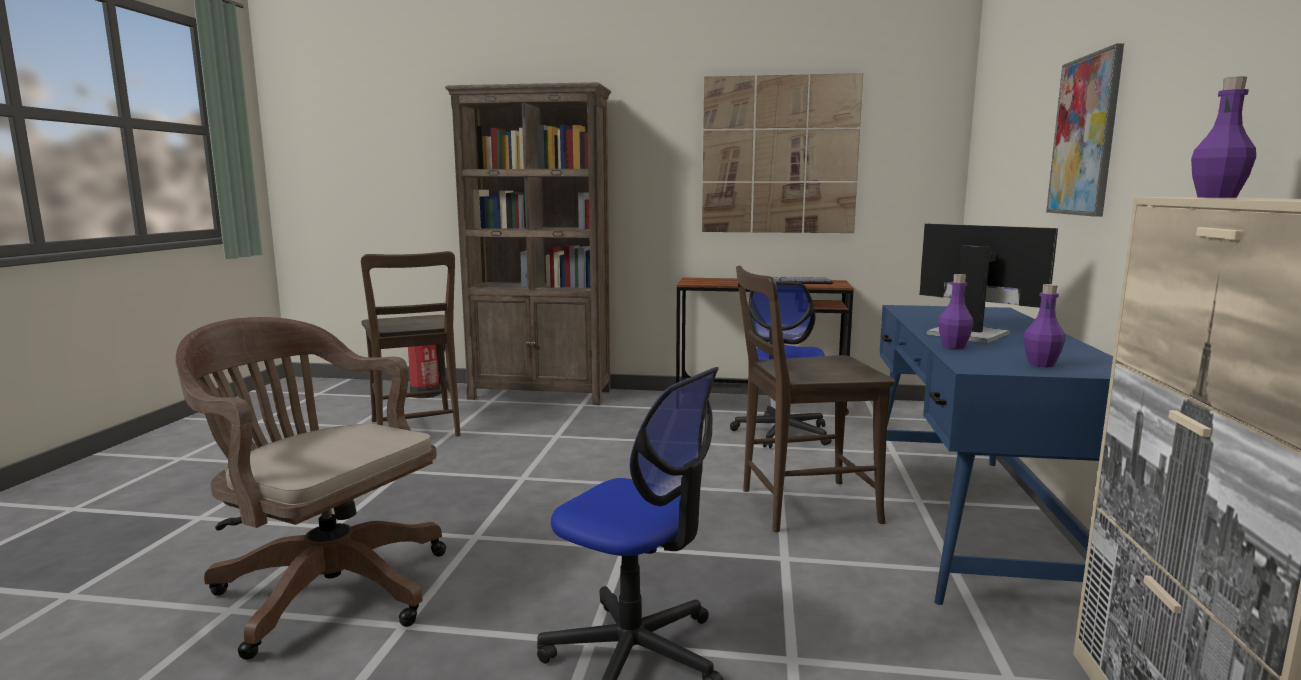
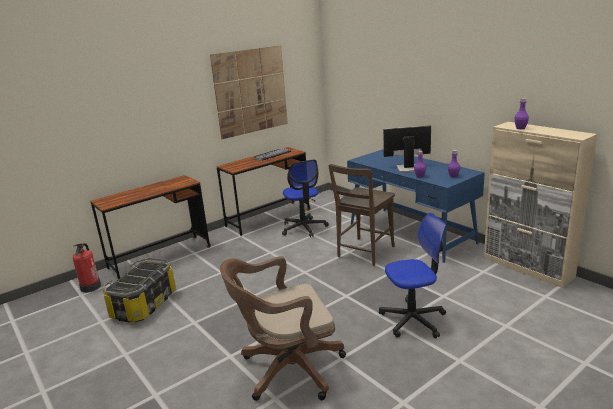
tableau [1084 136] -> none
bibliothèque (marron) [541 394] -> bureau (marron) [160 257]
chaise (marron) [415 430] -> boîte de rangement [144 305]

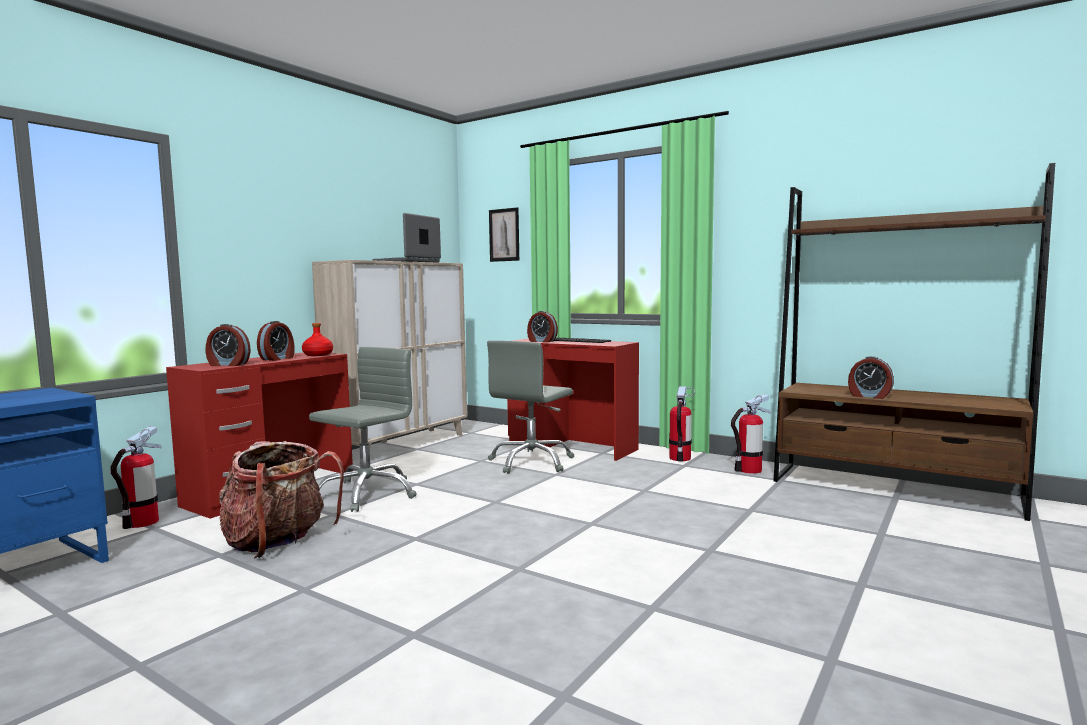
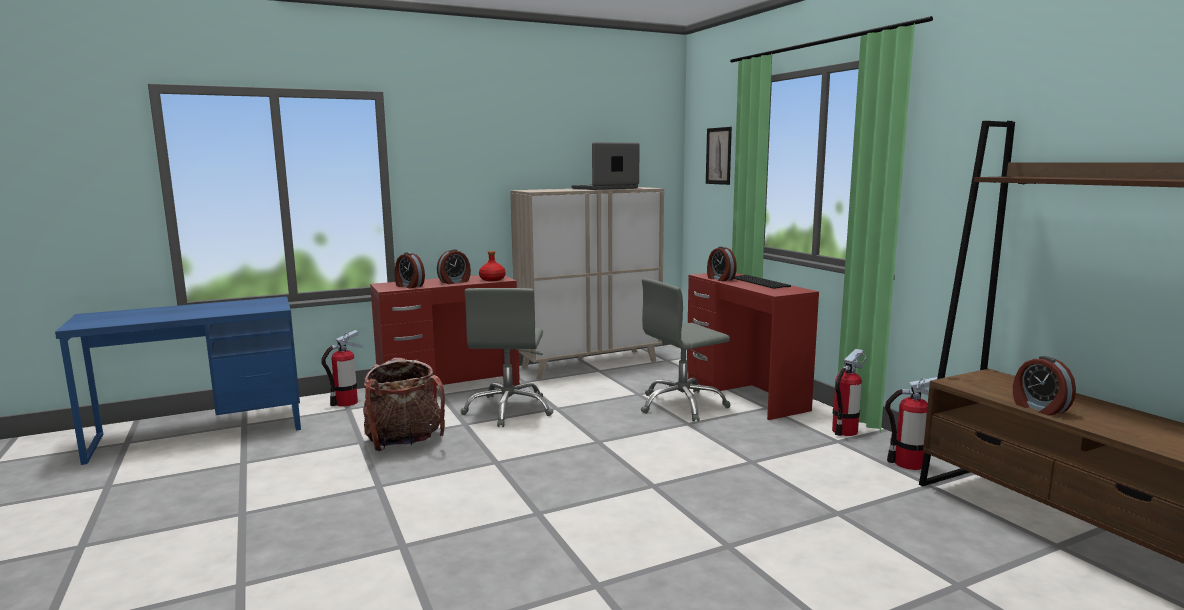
chaise de bureau (gris) [366 493] -> chaise de bureau (gris) [509 410], 120 degrees clockwise

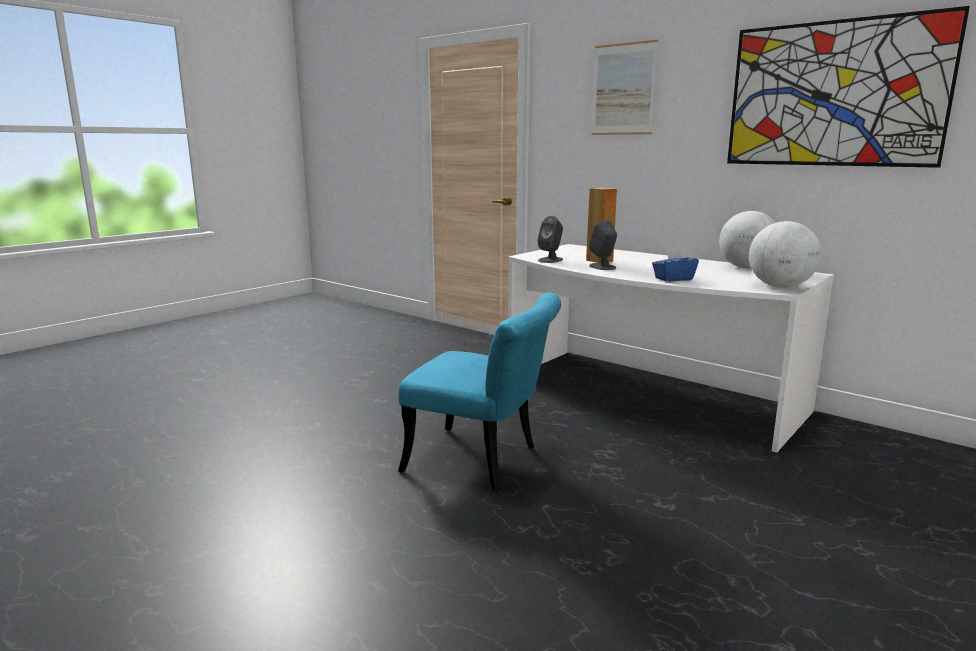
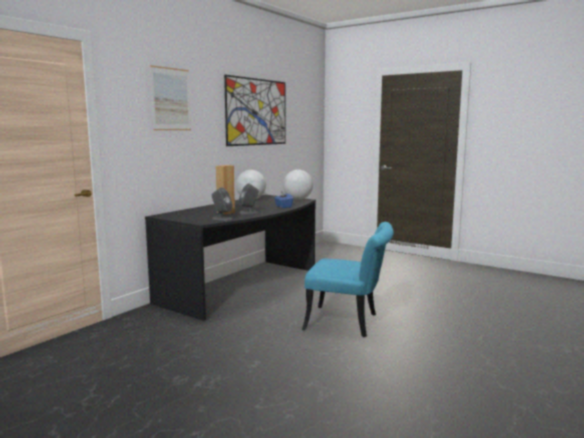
bureau (blanc) [645 395] -> bureau (noir) [245 286]
chaise (turquoise) [484 461] -> chaise (turquoise) [349 323], 90 degrees clockwise

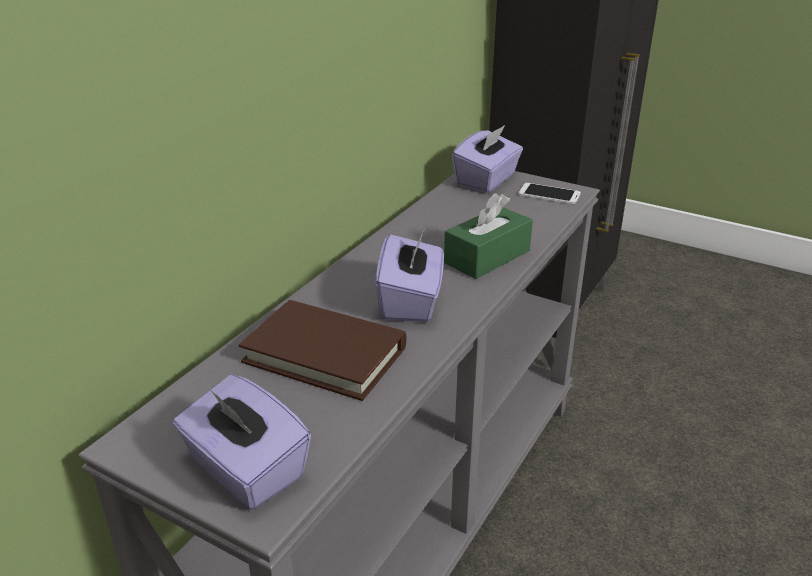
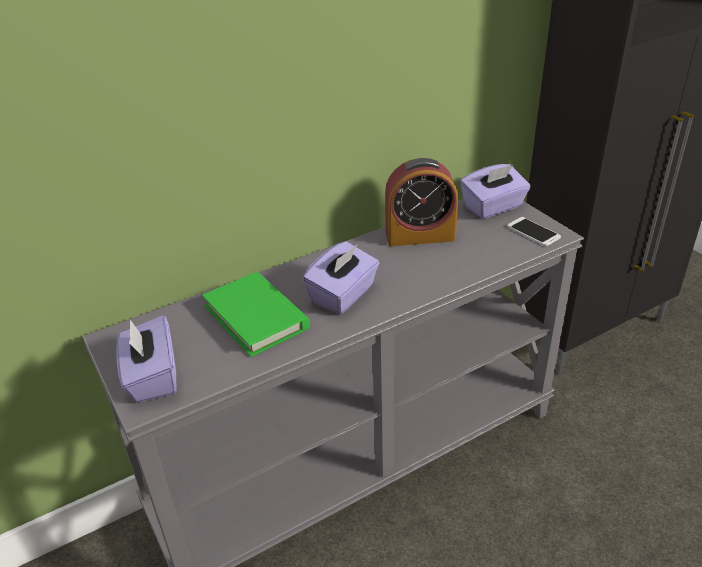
boîte à mouchoirs (vert) [487 257] -> none
livre (marron) [325 354] -> livre (vert) [256 317]
none -> réveil [420 236]

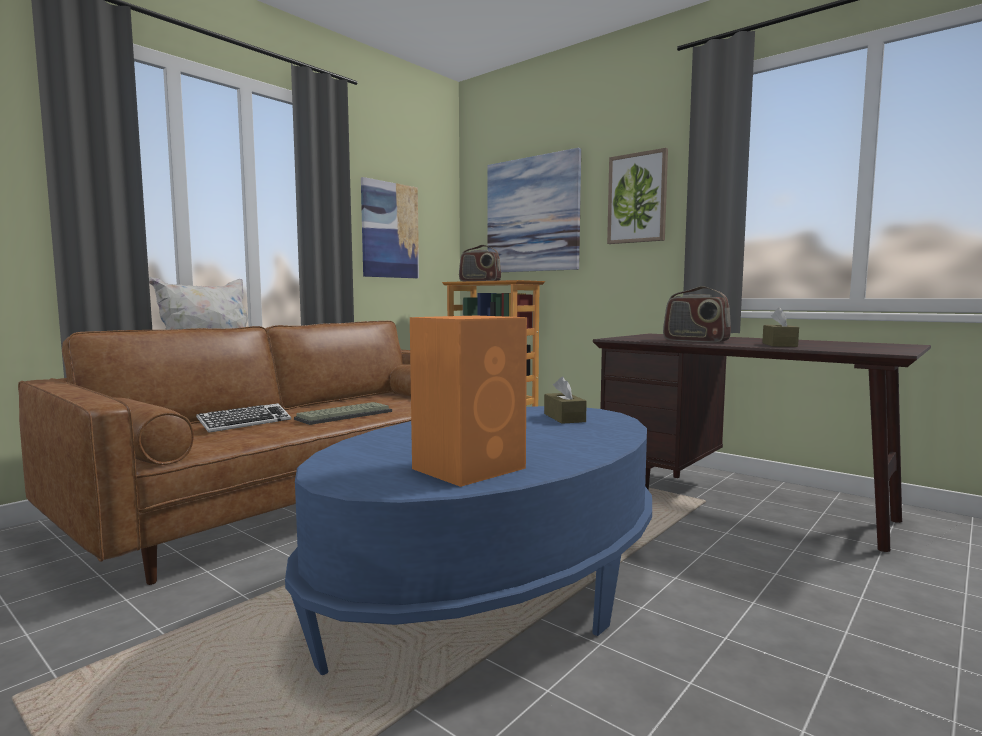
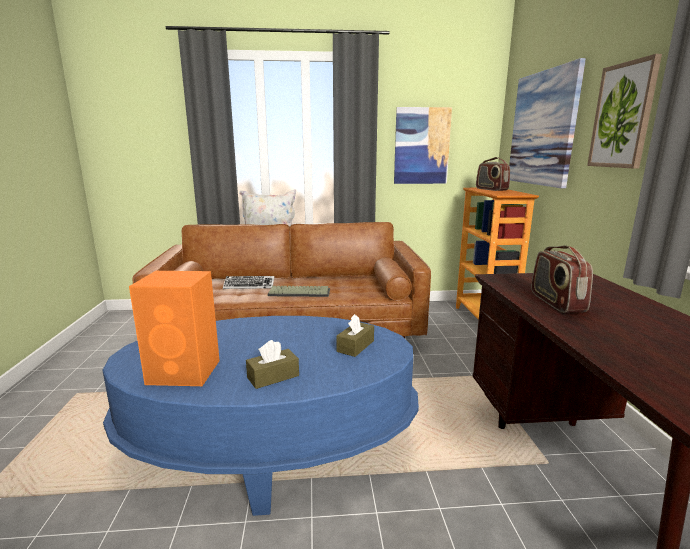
boîte à mouchoirs (marron) [779 345] -> boîte à mouchoirs (marron) [273 377], shifted

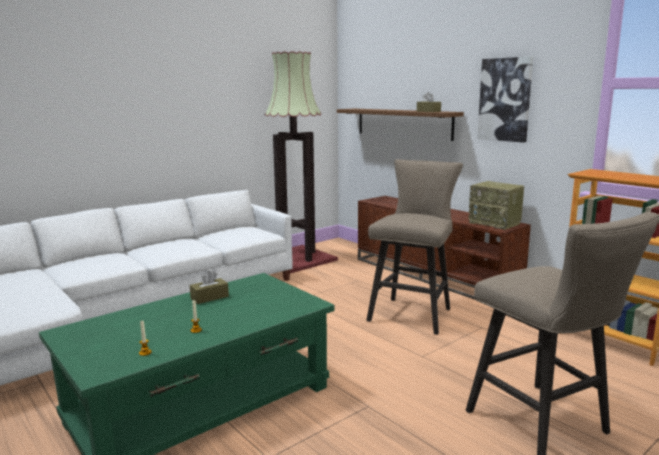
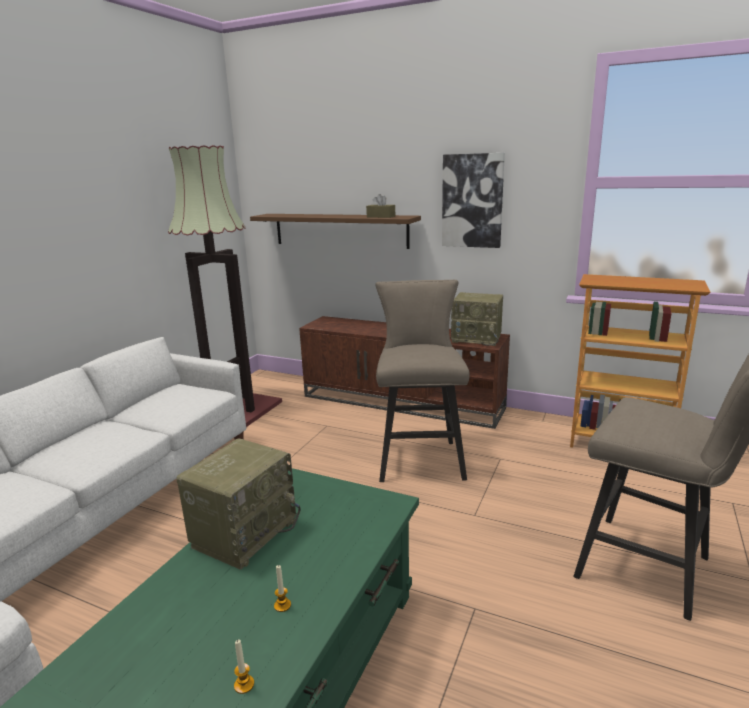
boîte à mouchoirs (marron) [209 297] -> radio [244 532]

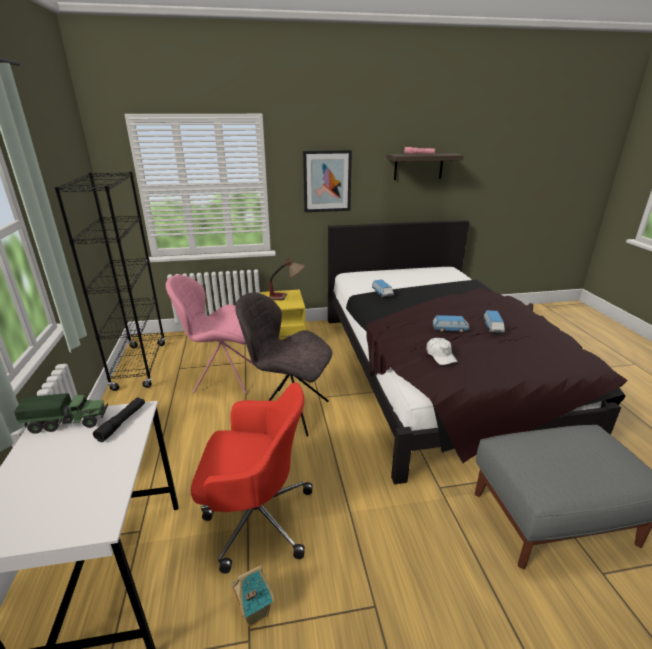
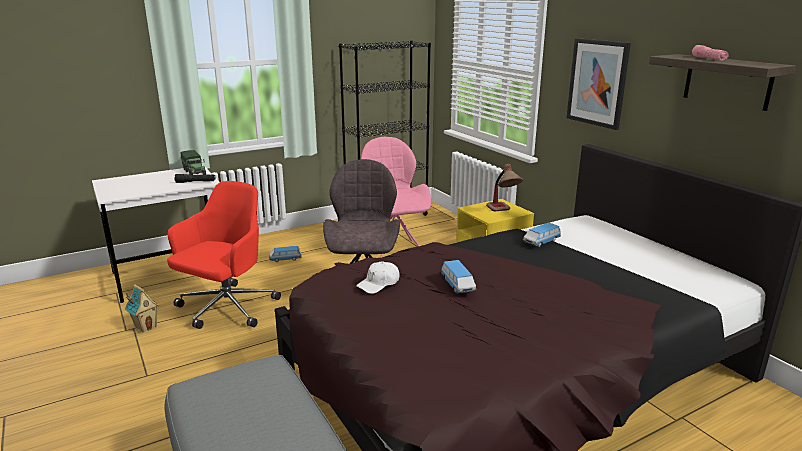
petite voiture [493 328] -> petite voiture [285 259], shifted
chaise de bureau (rouge) [255 517] -> chaise de bureau (rouge) [226 308], 135 degrees counterclockwise

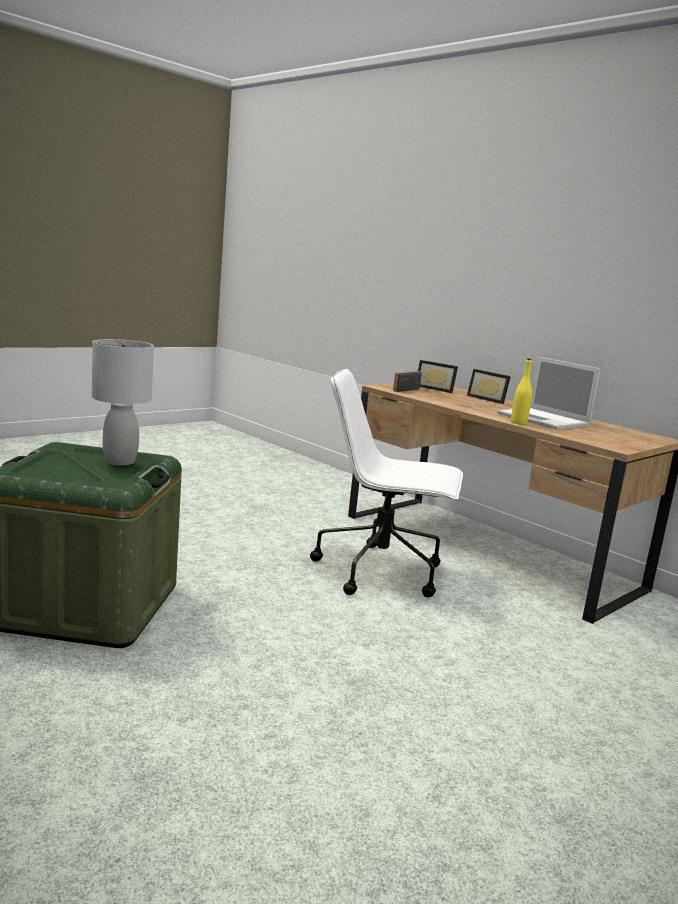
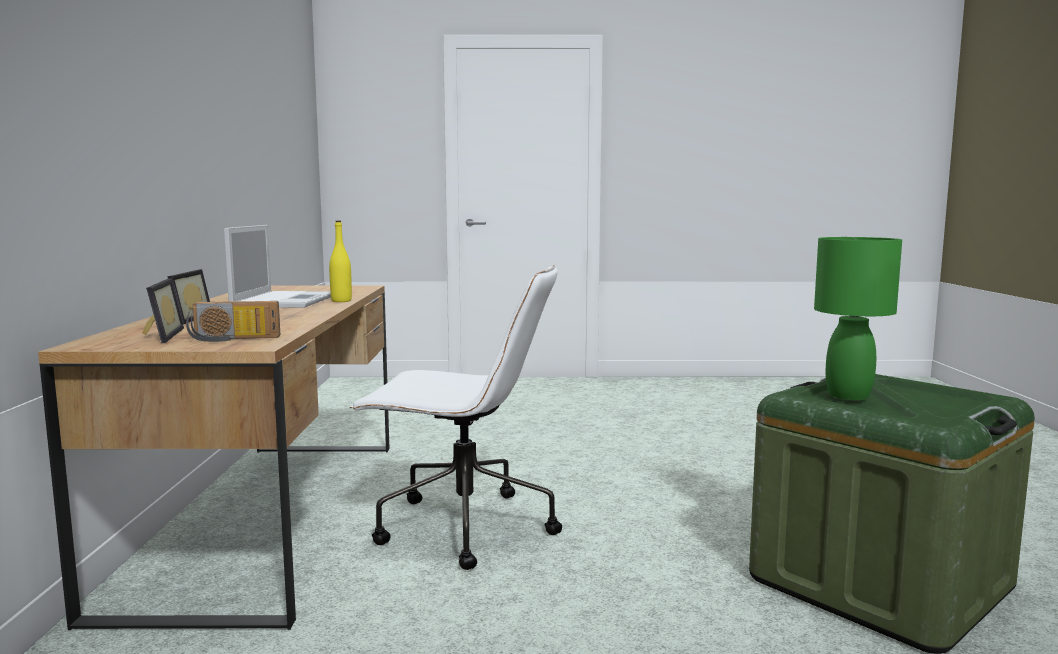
lampe de table (gris) [119 461] -> lampe de table (vert) [849 395]
chaise de bureau (blanc) [381 572] -> chaise de bureau (blanc) [462 528], 45 degrees counterclockwise

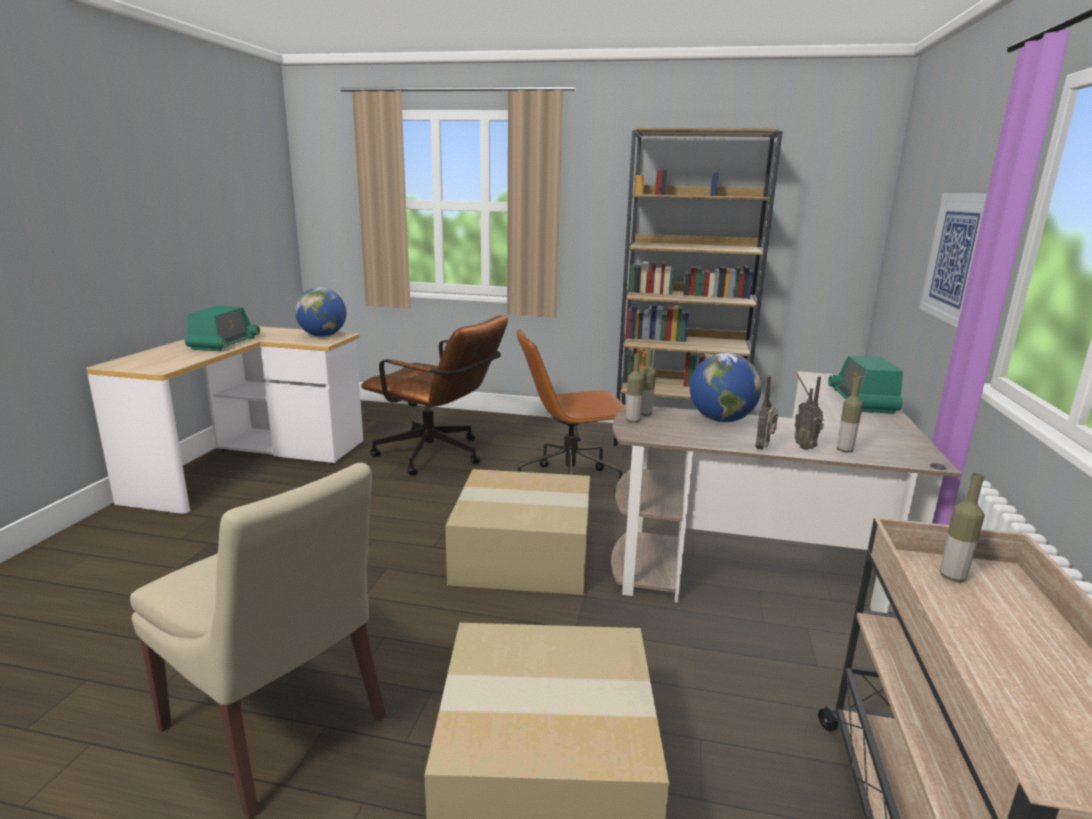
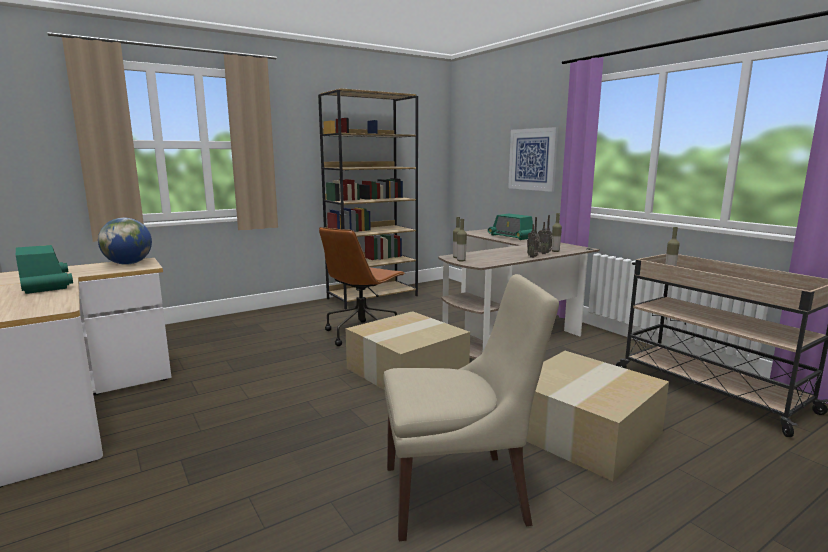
chaise de bureau (marron) [438 456] -> none
globe [721 420] -> none

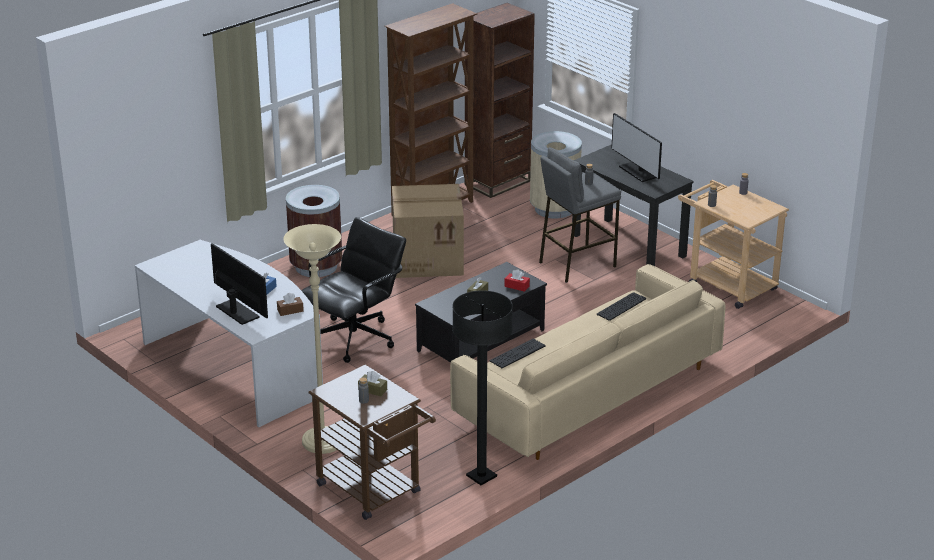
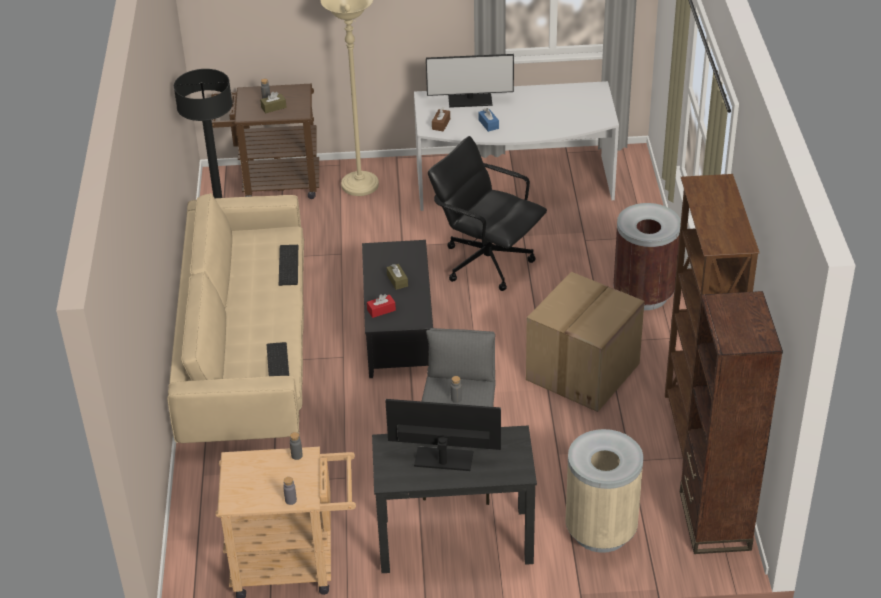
chaise de bureau (noir) [354 339] -> chaise de bureau (noir) [487 262], 135 degrees clockwise

